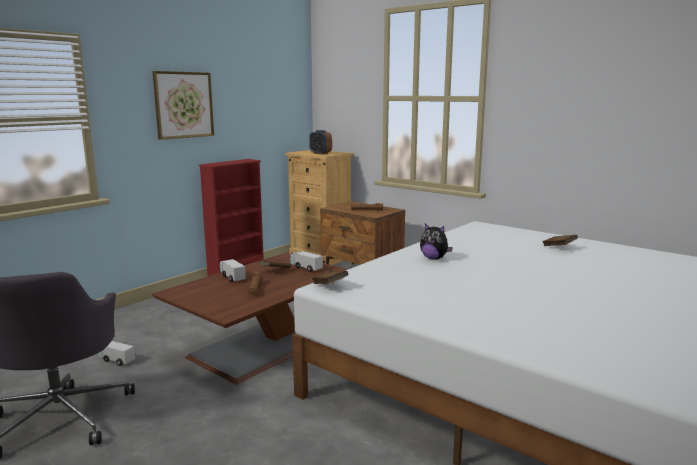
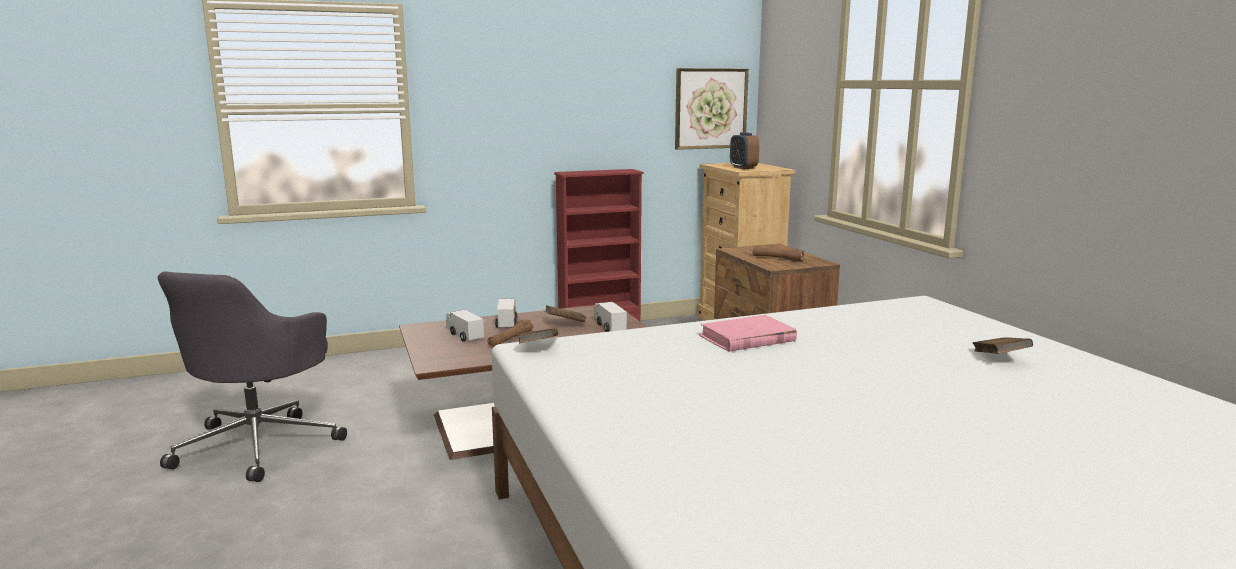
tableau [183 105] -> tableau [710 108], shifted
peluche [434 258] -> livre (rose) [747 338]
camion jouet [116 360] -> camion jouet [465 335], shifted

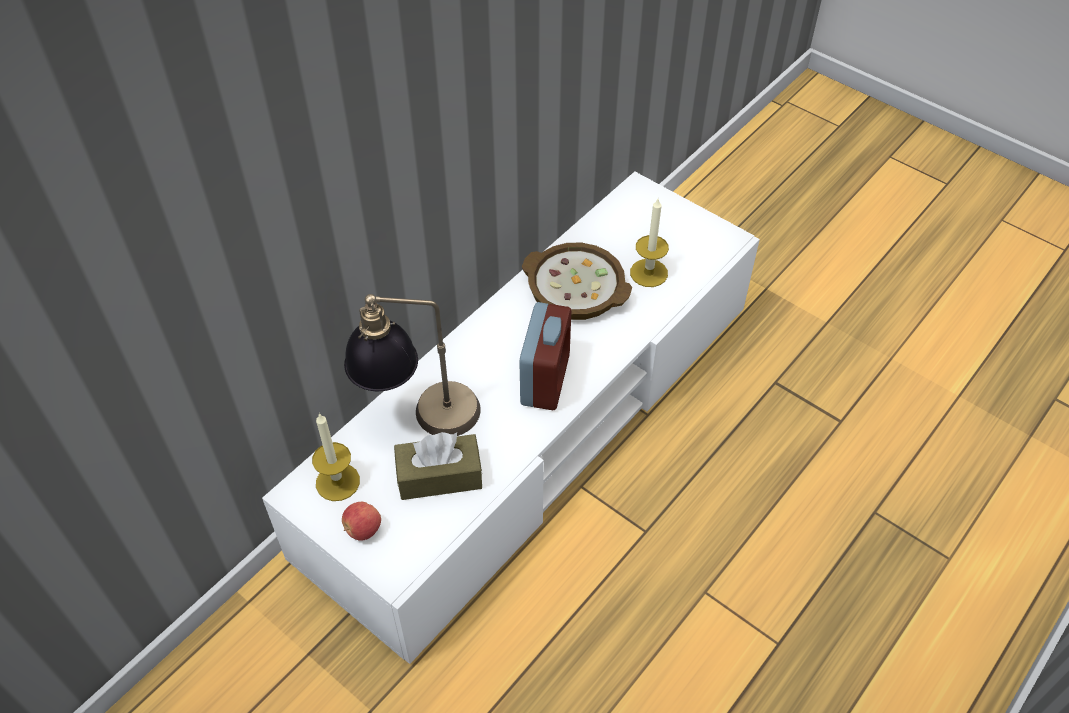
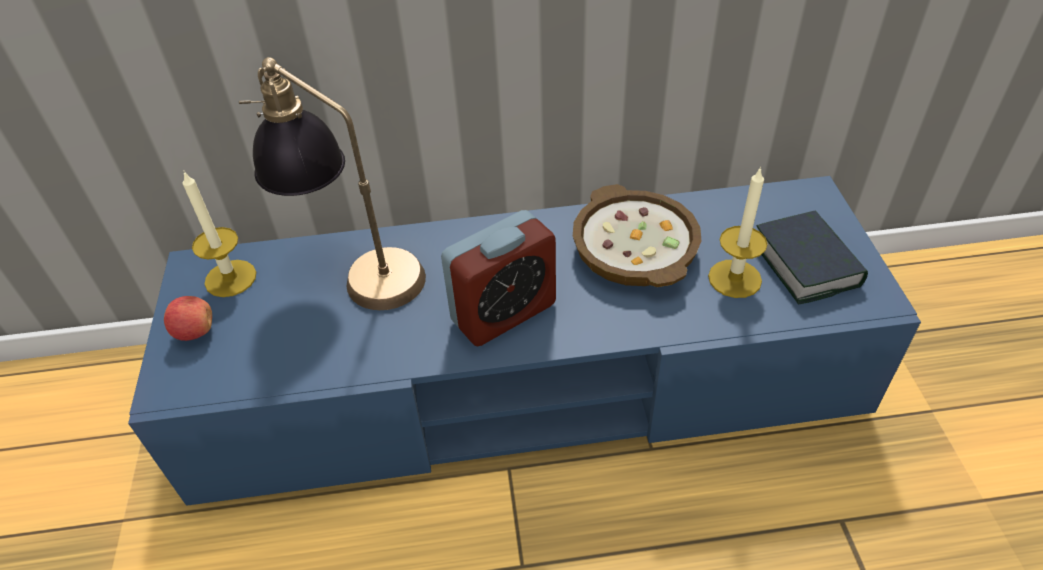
meuble télé (blanc) [534 427] -> meuble télé (bleu) [526 380]
boîte à mouchoirs (marron) [439 476] -> none
none -> livre [805 264]

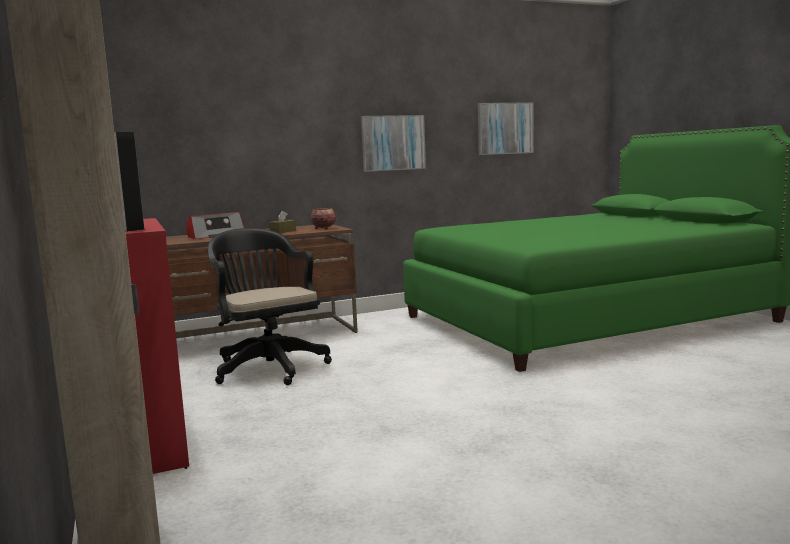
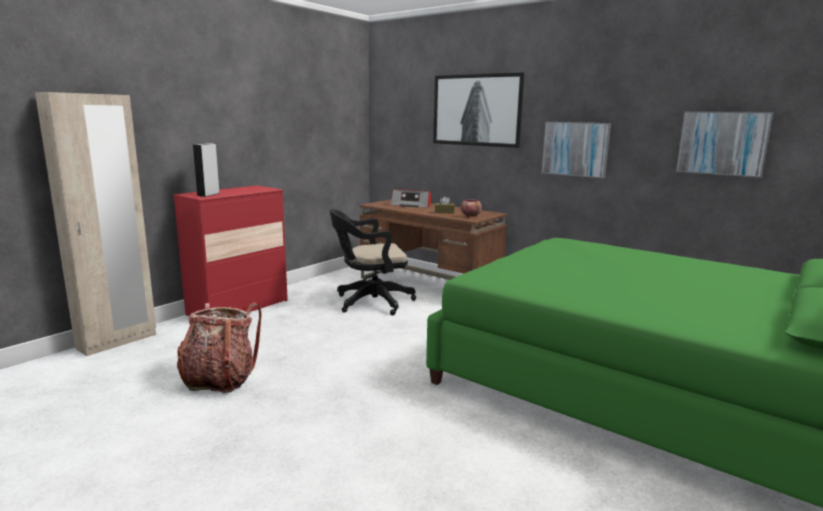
chaise de bureau (noir) [268 367] -> chaise de bureau (noir) [370 302], 135 degrees counterclockwise
none -> tableau [476 110]
none -> sac à dos [220 380]

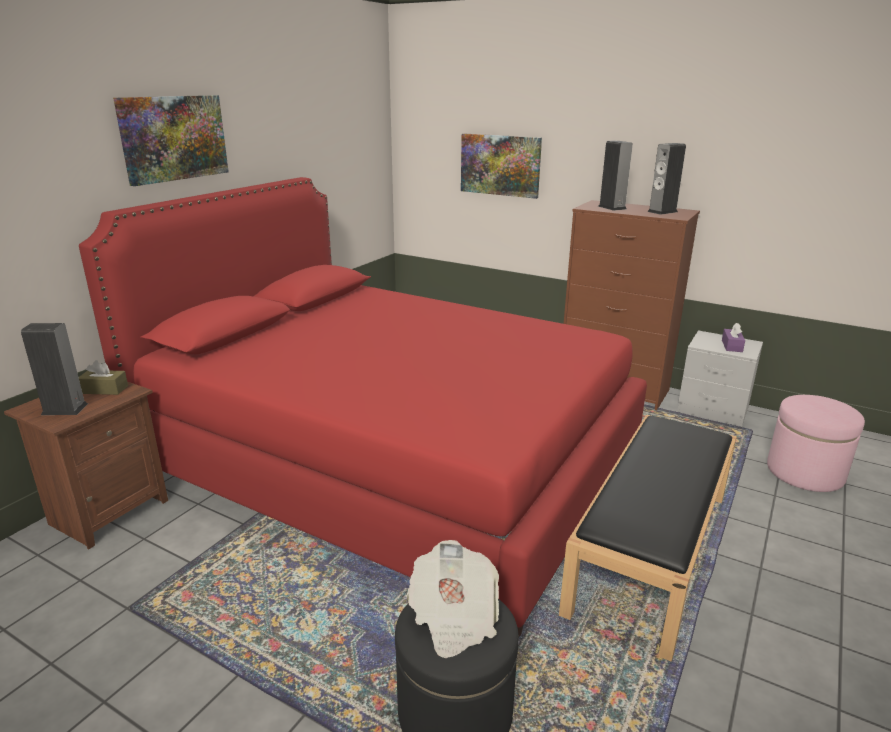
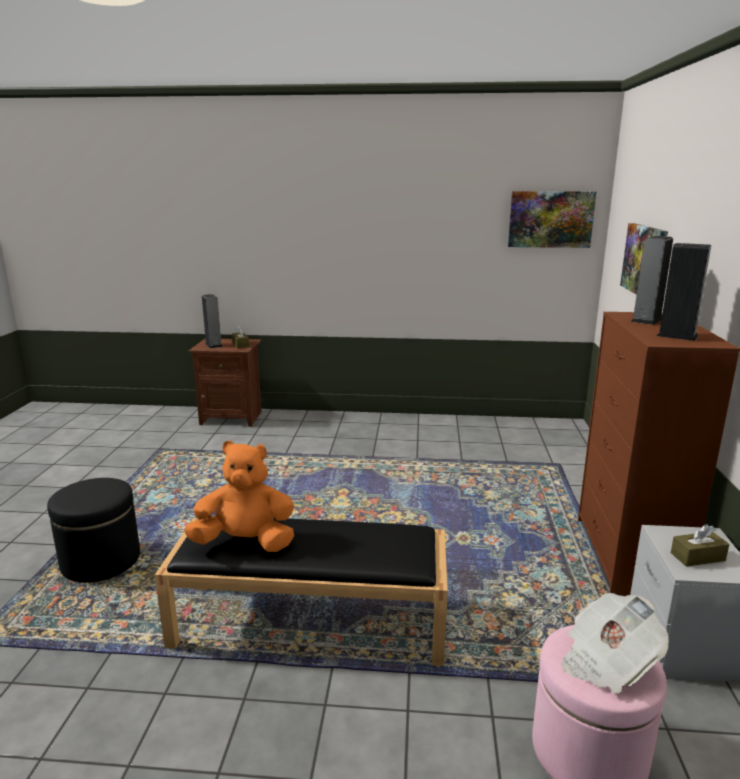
tableau [174 138] -> tableau [550 219], shifted
lit (rouge) [392 463] -> none
boîte à mouchoirs (violet) [732 346] -> boîte à mouchoirs (marron) [697 557]
journal [453 618] -> journal [607 661], shifted
none -> peluche (orange) [245 543]

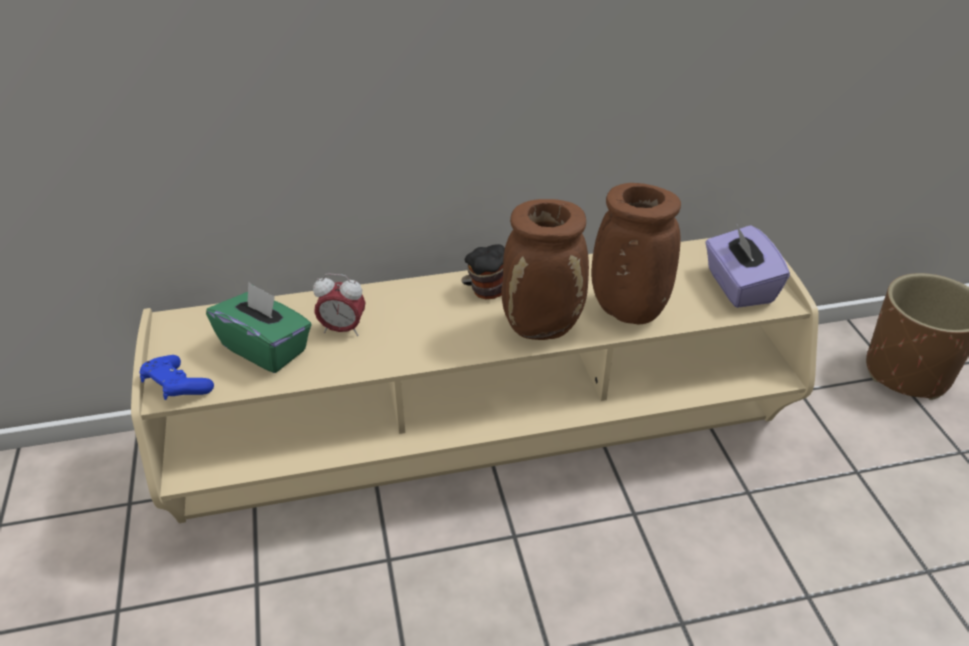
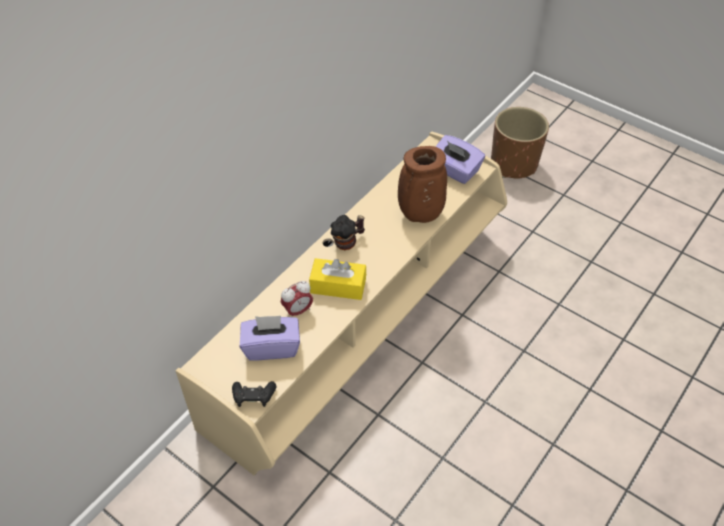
vase (marron) [543 327] -> none
boîte à mouchoirs (vert) [266 348] -> boîte à mouchoirs (violet) [271 347]
manette (bleu) [177 388] -> manette (noir) [254 398]
none -> boîte à mouchoirs (jaune) [338 286]

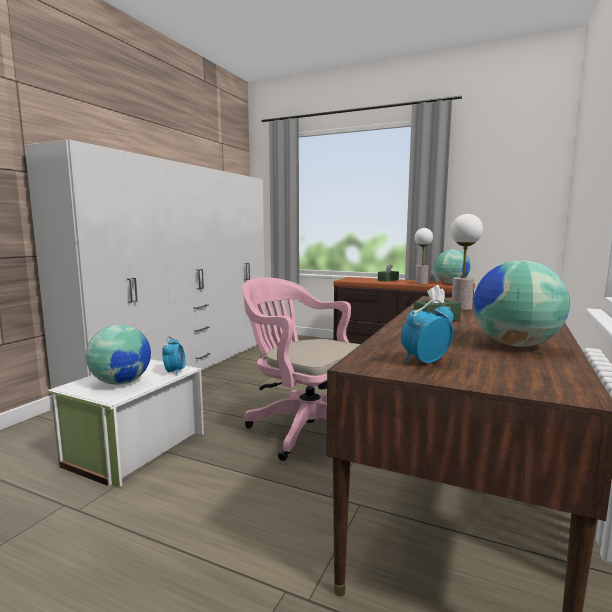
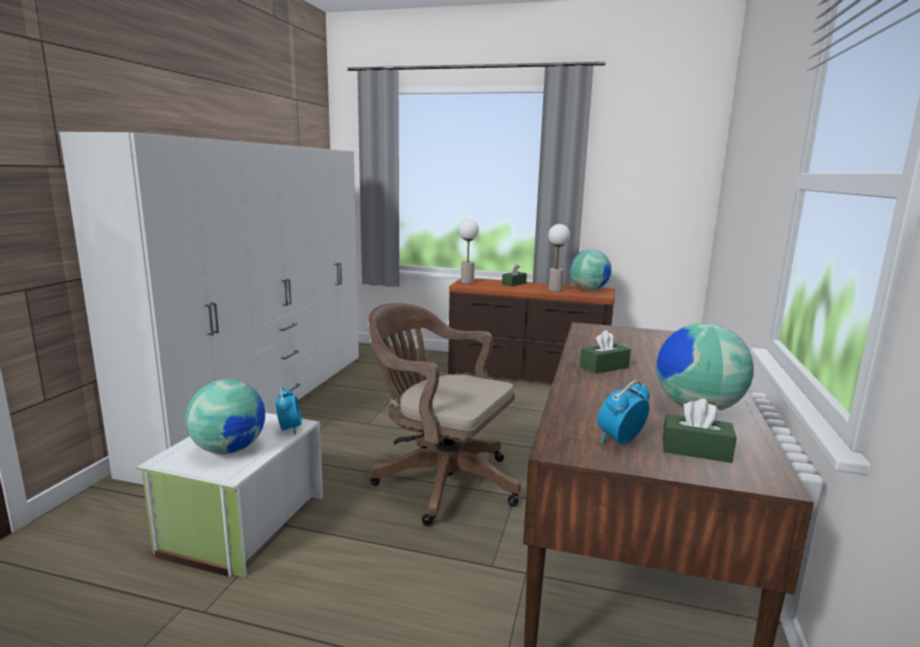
lampe de table [461 308] -> lampe de table [467 282], shifted
chaise de bureau (rose) [304 428] -> chaise de bureau (marron) [440 481]
none -> boîte à mouchoirs (vert) [696 450]

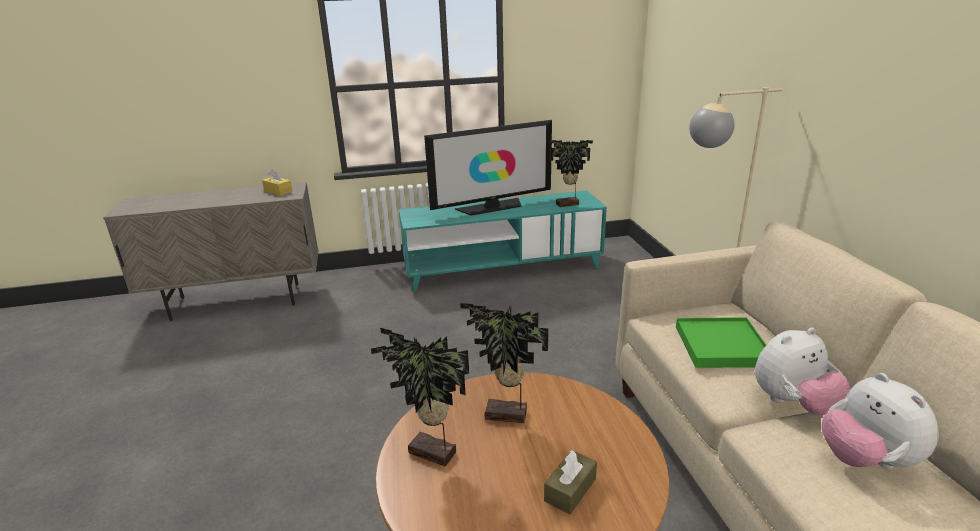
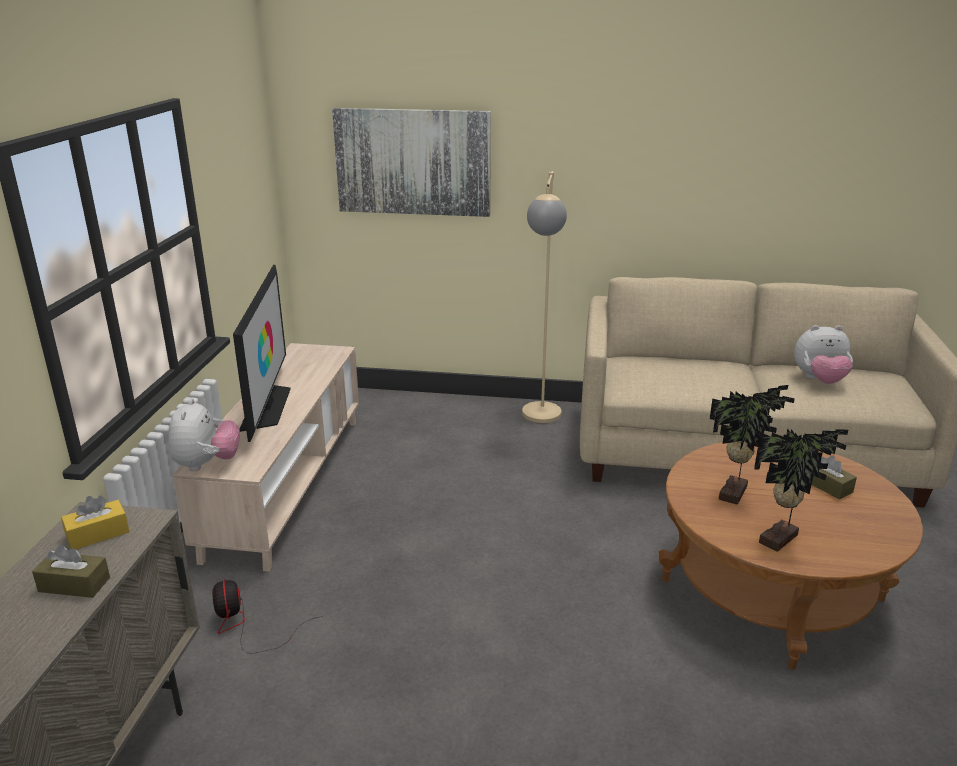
plante en pot [568 204] -> none
meuble télé (turquoise) [502 269] -> meuble télé (beige) [287 484]
plateau (vert) [721 346] -> none
peluche [792 403] -> peluche [206 464], shifted
none -> tableau [413 162]
none -> boîte à mouchoirs (marron) [74 585]
none -> ventilateur [246 626]

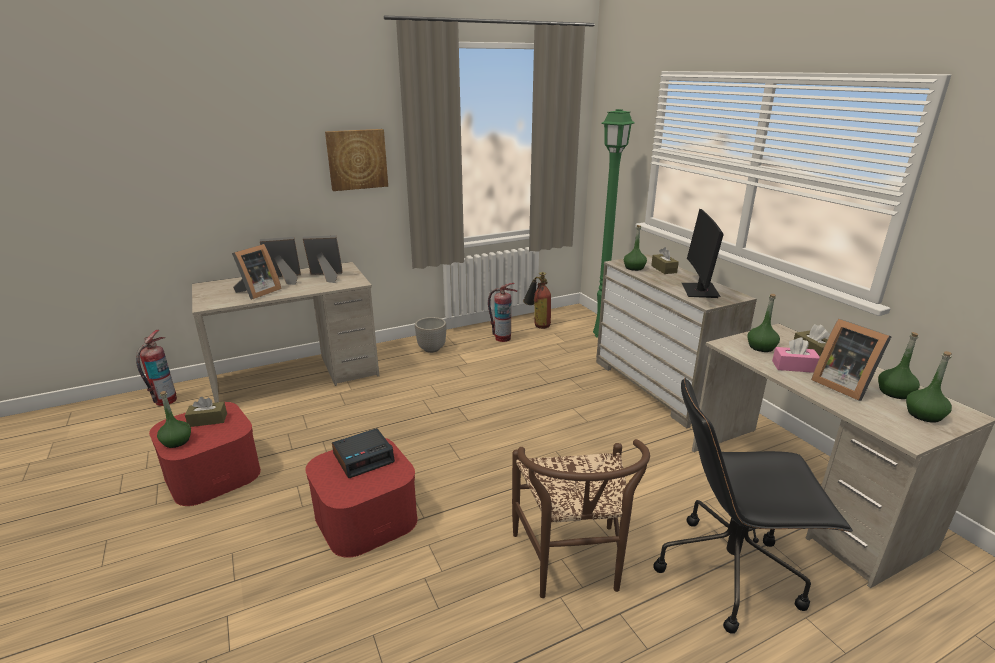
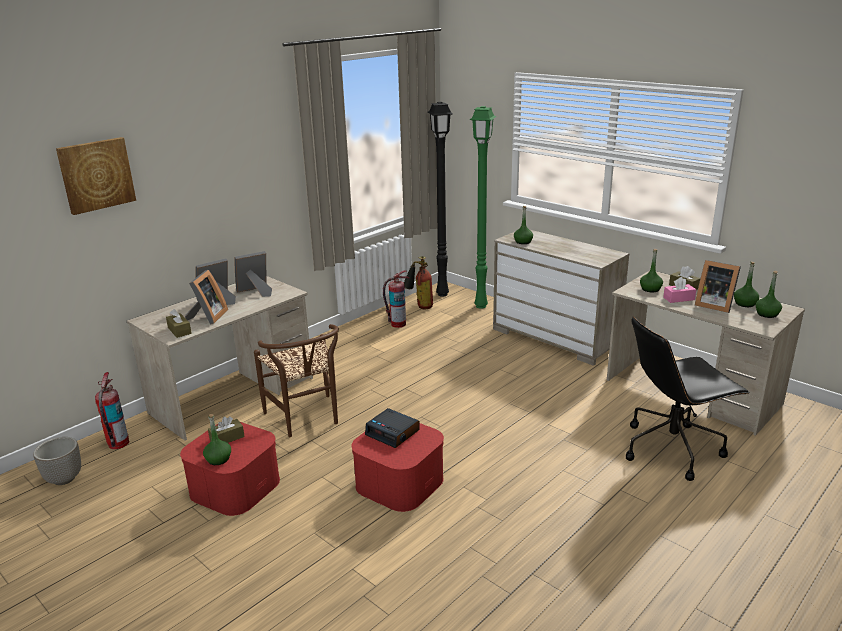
tableau [357 159] -> tableau [96 175], shifted
écran d'ordinateur [700 291] -> none
boîte à mouchoirs (marron) [663 269] -> boîte à mouchoirs (marron) [179 330], shifted
cache-pot [431 349] -> cache-pot [63 479], shifted
réveil [364 458] -> réveil [393 433], 90 degrees clockwise
chaise (marron) [572 566] -> chaise (marron) [306 419], shifted
none -> lampadaire (noir) [443 294]

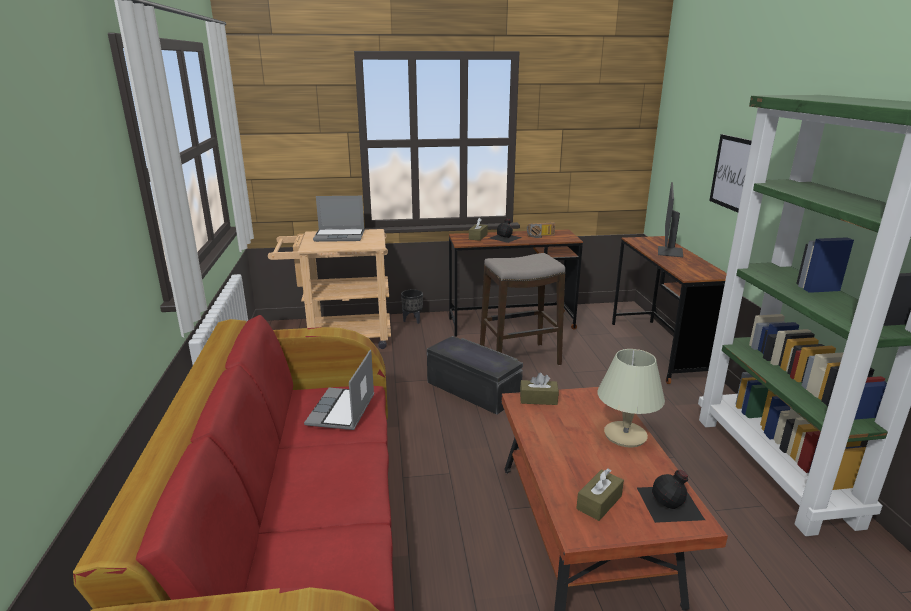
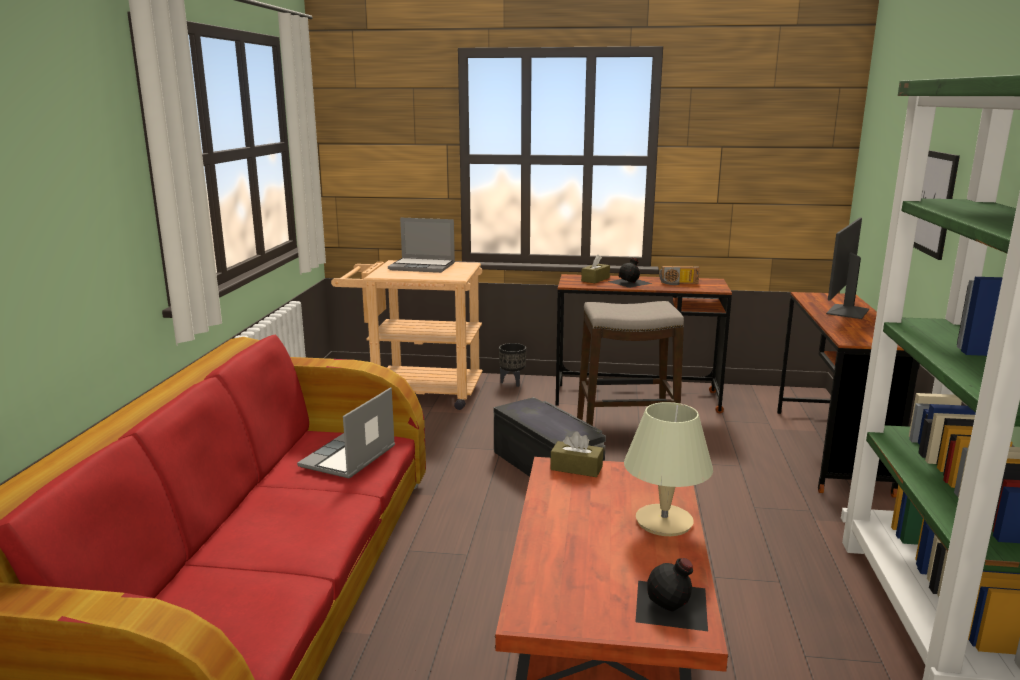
boîte à mouchoirs (marron) [599 502] -> none

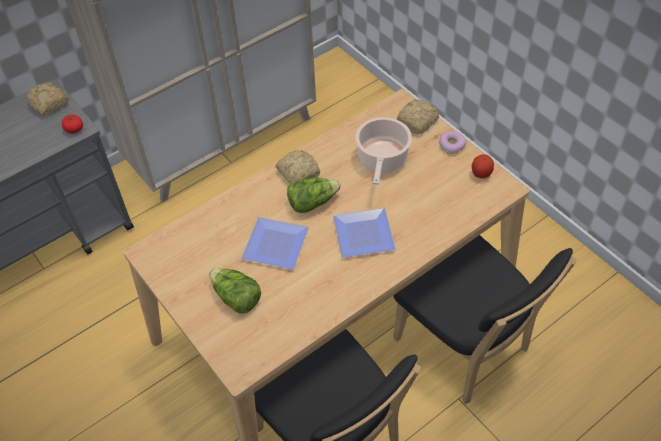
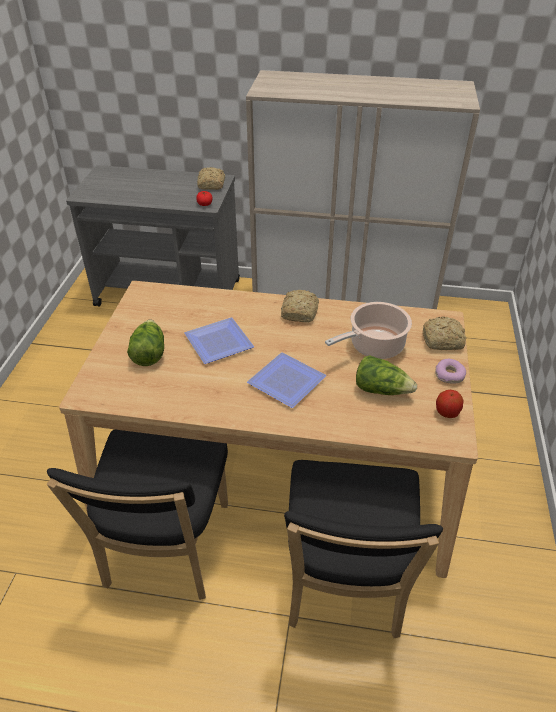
laitue [312 202] -> laitue [381 389], shifted

